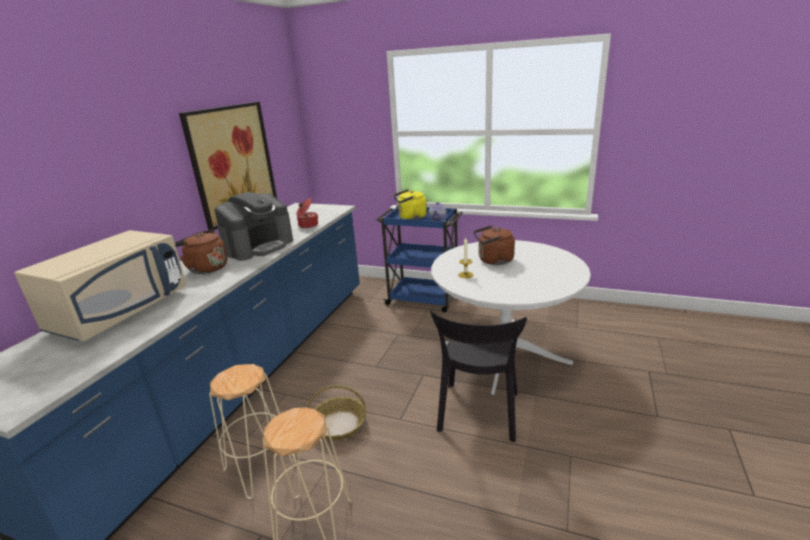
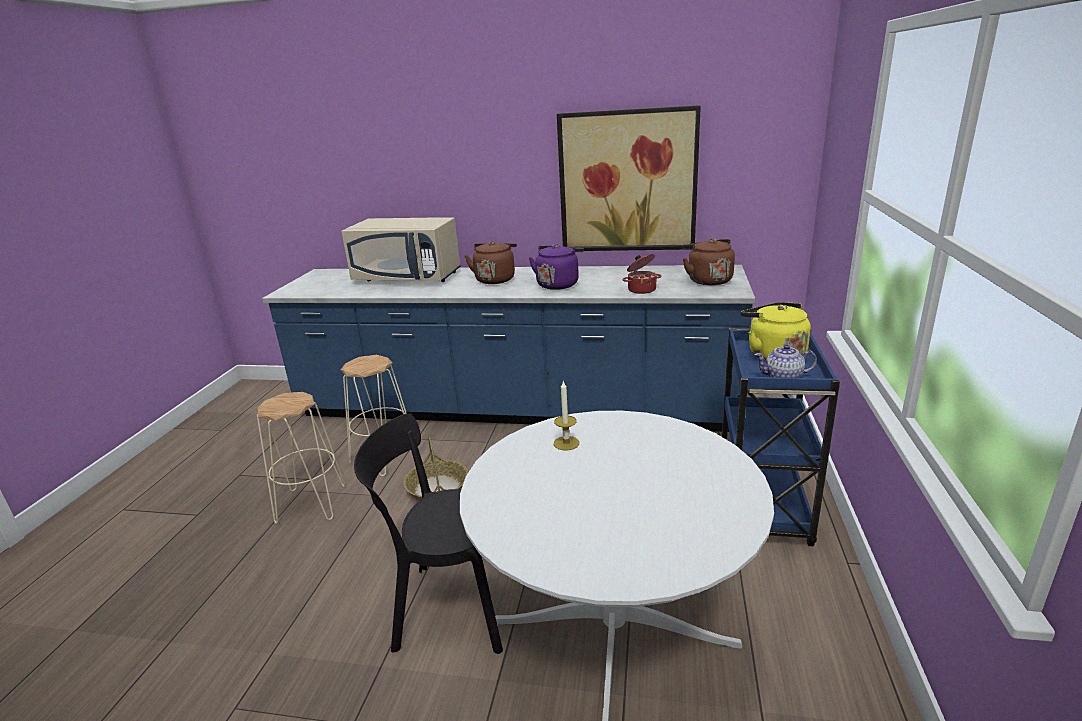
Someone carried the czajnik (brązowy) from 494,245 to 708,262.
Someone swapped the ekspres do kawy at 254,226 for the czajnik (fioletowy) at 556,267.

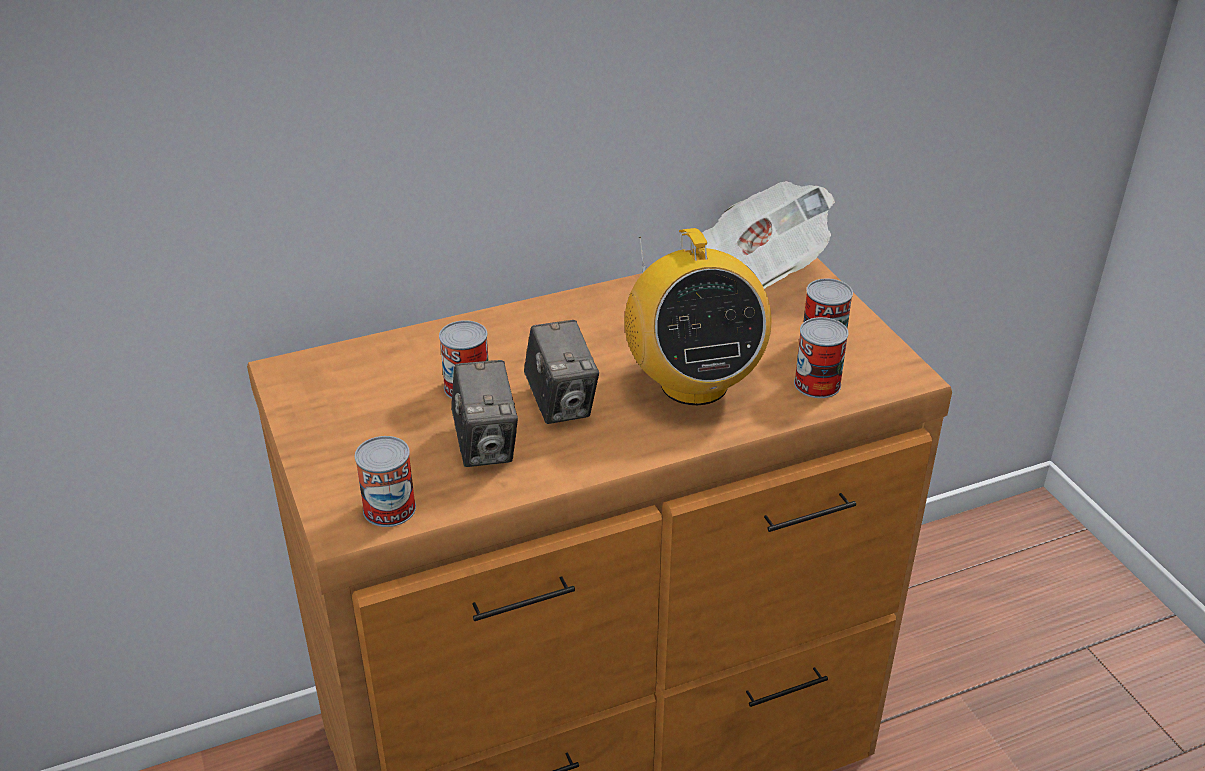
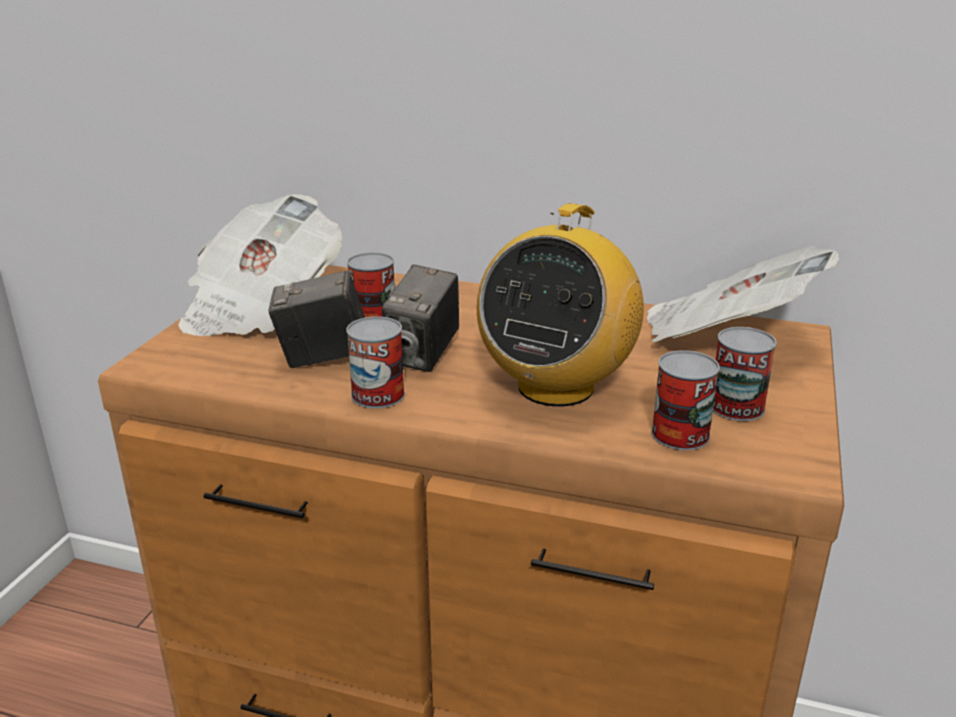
Someone put down the gazeta at 260,265.
Someone carried the puszka from 385,481 to 375,362.
Someone rotated the aparat fotograficzny at 484,413 by 60 degrees clockwise.

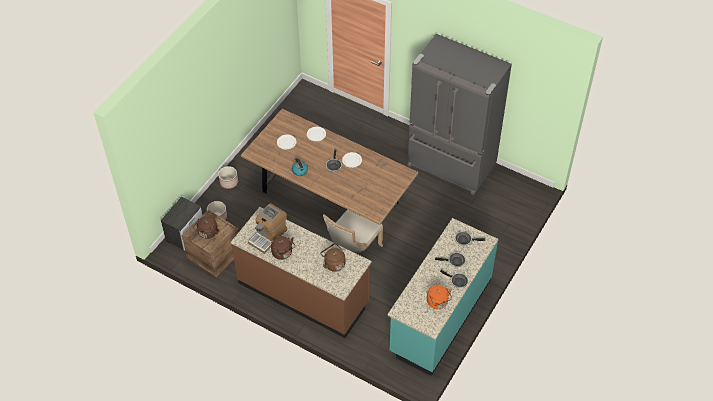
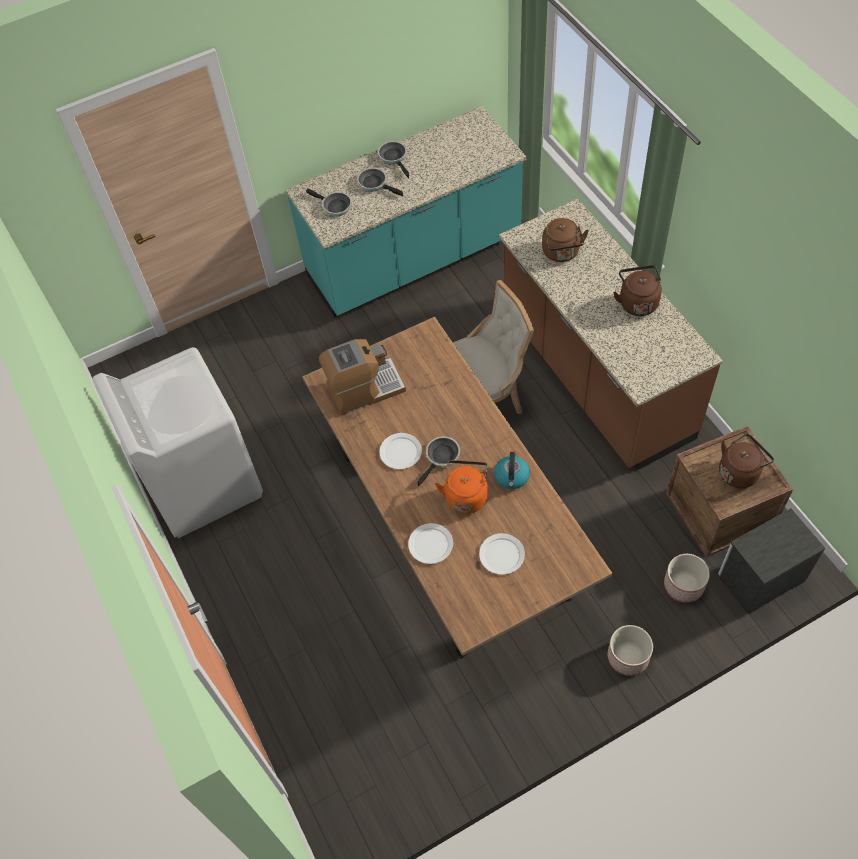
Someone carried the ekspres do kawy from 267,228 to 362,377.
Someone carried the czajnik (pomarańczowy) from 439,297 to 461,487.
Someone swapped the lodówka (szary) at 459,114 for the pralka (biały) at 177,442.

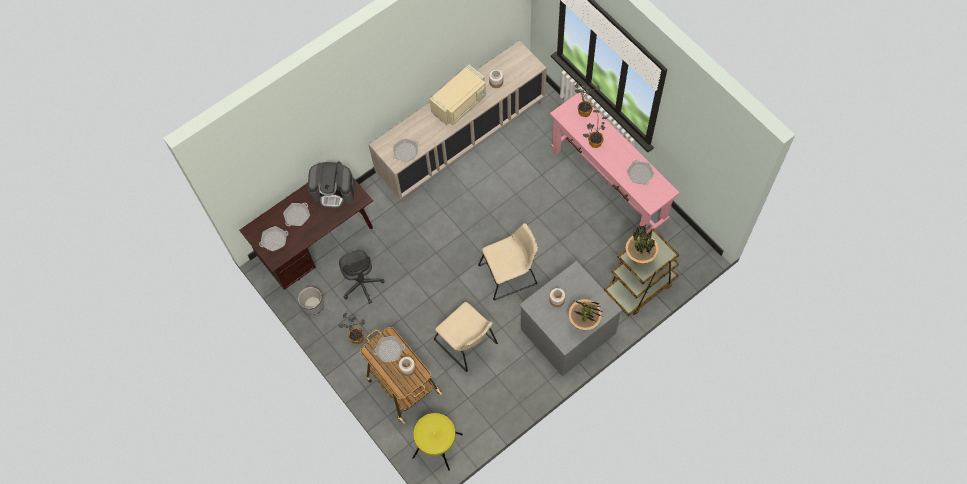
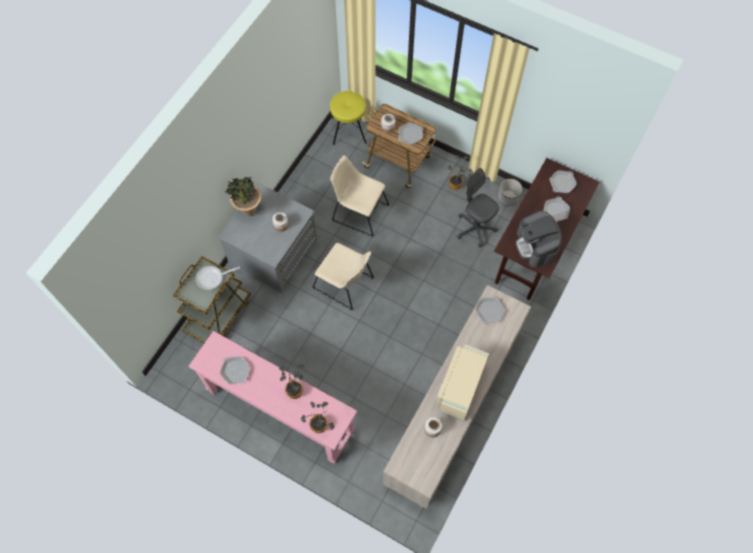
Someone swapped the roślina doniczkowa at 642,245 for the patelnia at 218,278.
Someone rotated the ekspres do kawy at 332,185 by 90 degrees counterclockwise.
Someone rotated the krzesło (beżowy) at 508,262 by 105 degrees counterclockwise.

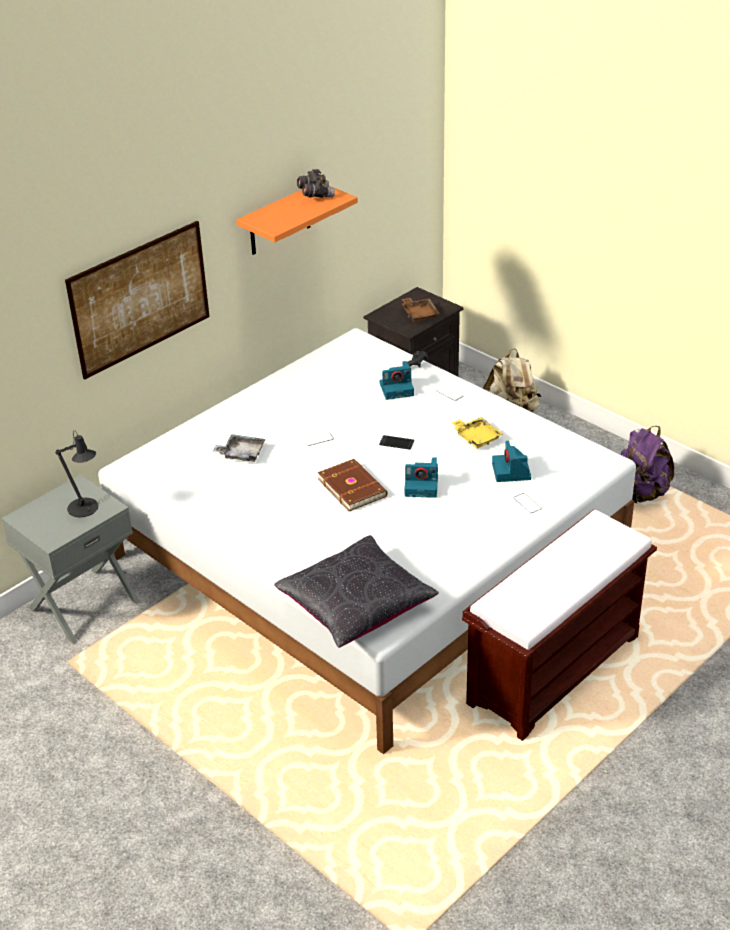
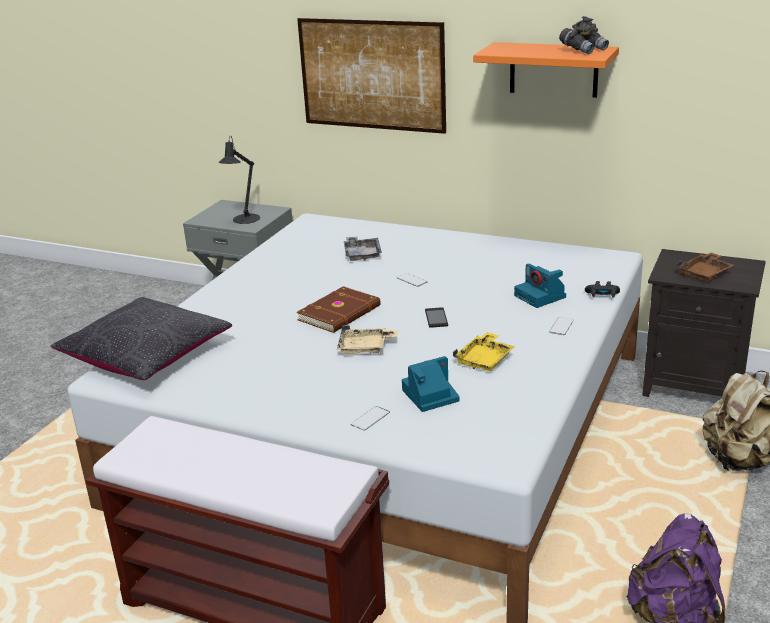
Someone swapped the aparat fotograficzny at 421,477 for the taca (beżowy) at 367,339.

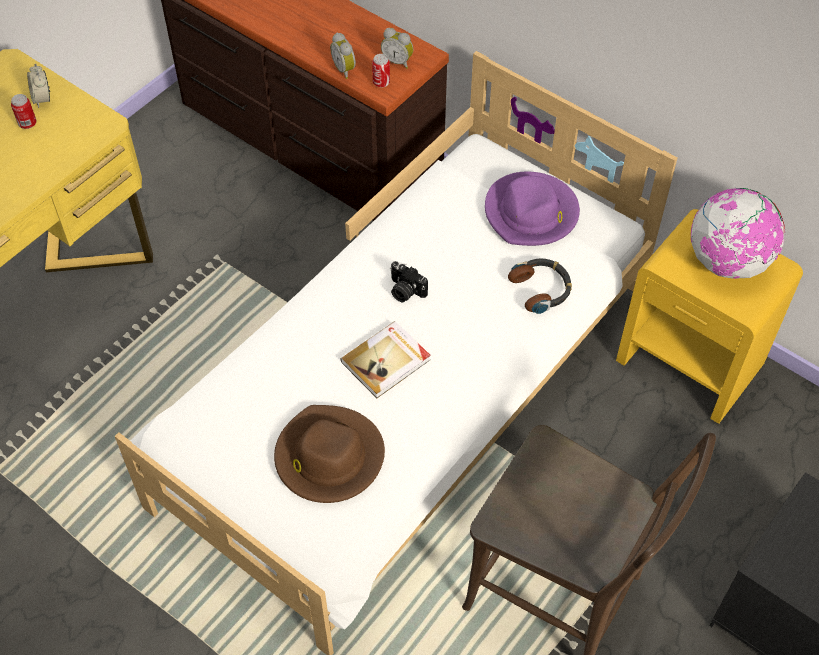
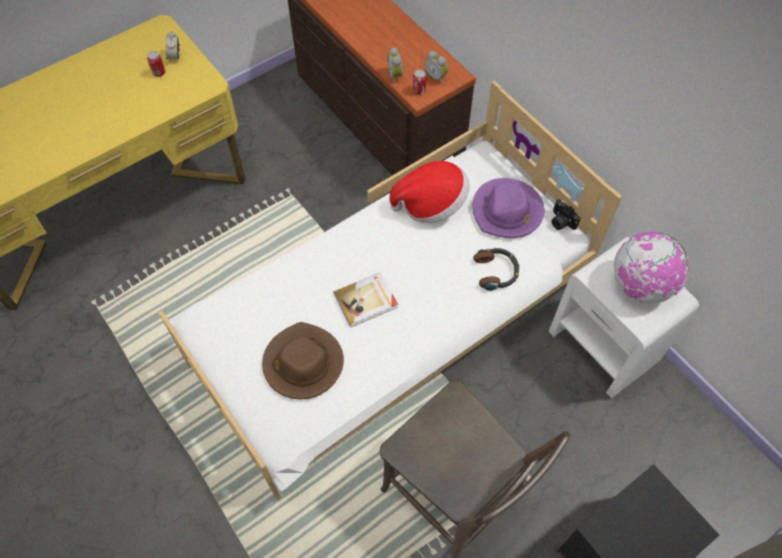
Someone put down the kapelusz at 430,192.
Someone carried the aparat fotograficzny from 409,282 to 566,214.
Someone repainted the szafka nocna (żółty) at 709,316, which became the szafka nocna (biały) at 624,318.

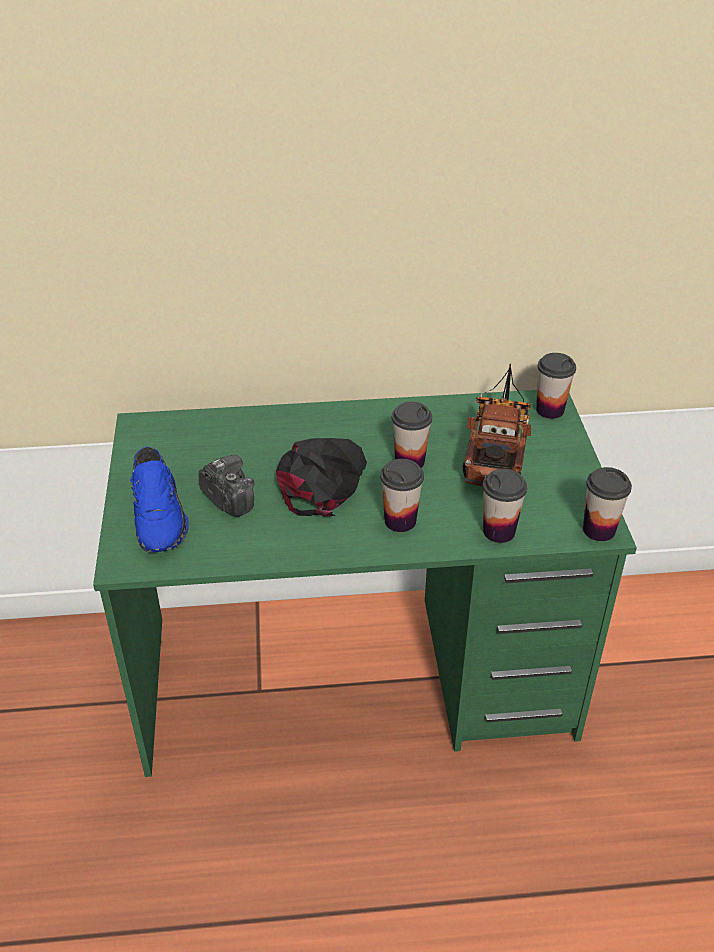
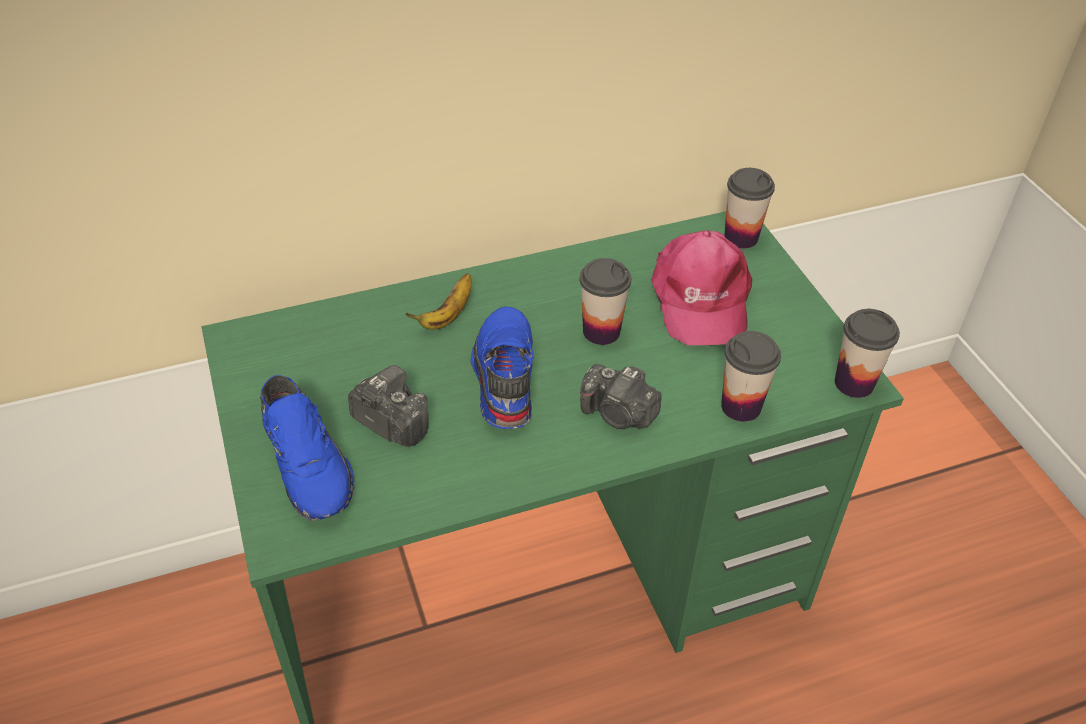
Someone put down the banan at 438,301.
Someone swapped the czapka z daszkiem (czarny) at 321,477 for the but (niebieski) at 502,367.
Someone swapped the filiżanka at 402,495 for the aparat fotograficzny at 621,396.
Someone swapped the ciężarówka zabawkowa at 497,424 for the czapka z daszkiem (różowy) at 701,287.

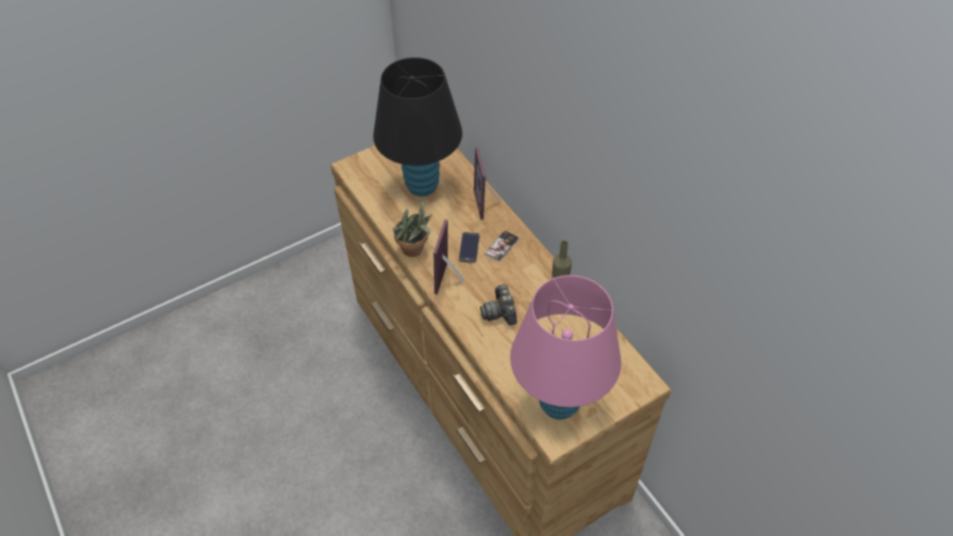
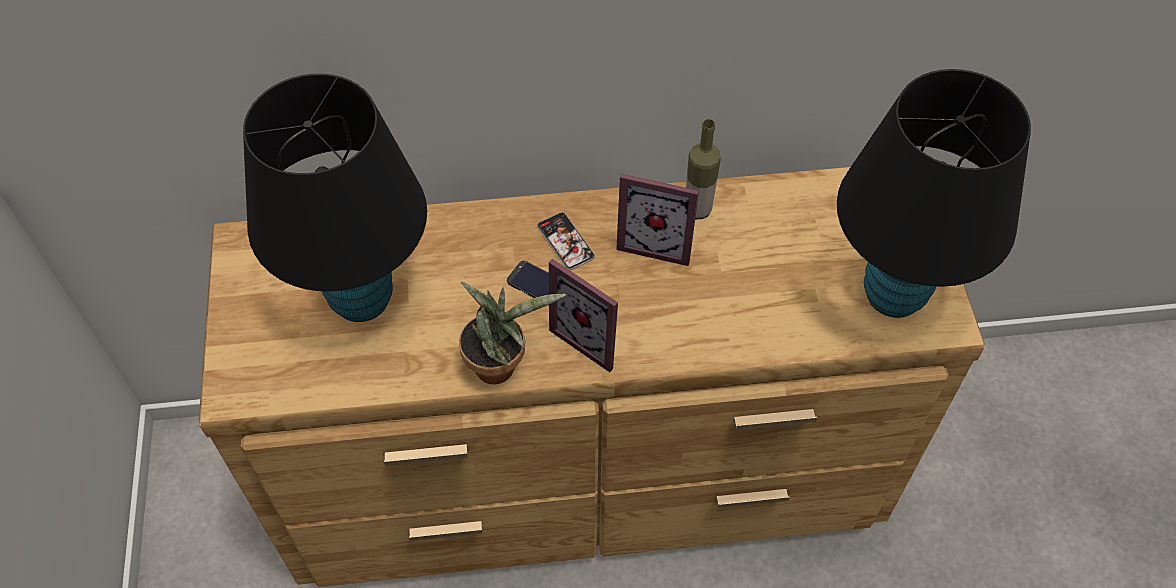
Someone took away the aparat fotograficzny at 498,304.
Someone carried the ramka na zdjęcie from 487,183 to 657,220.
Someone repainted the lampa stołowa (różowy) at 565,347, which became the lampa stołowa (czarny) at 934,193.

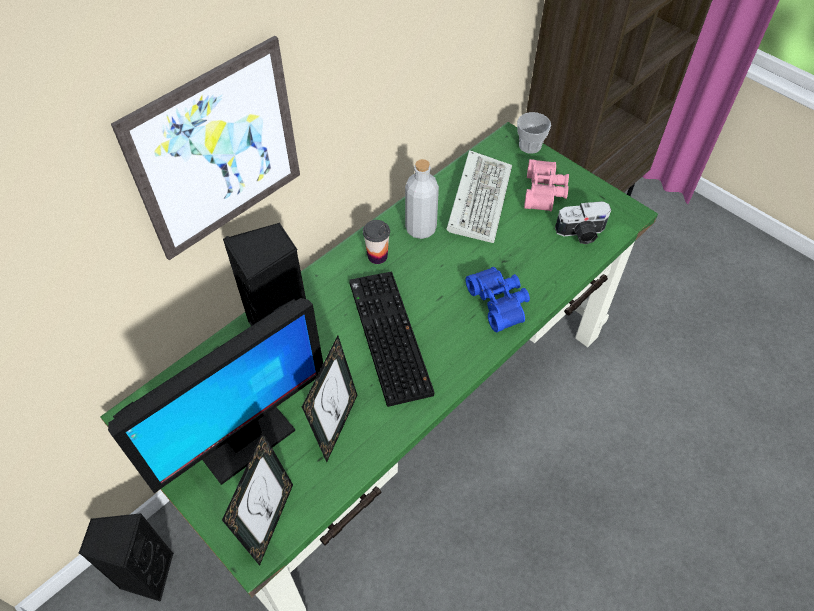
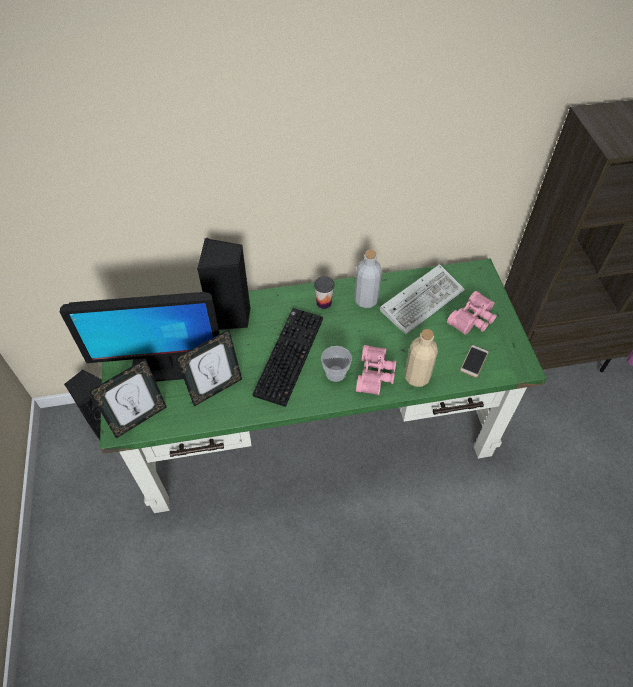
Someone took away the obraz at 205,148.
Someone put down the butelka (beżowy) at 421,358.
Someone carried the filiżanka from 534,133 to 336,364.
Someone swapped the aparat fotograficzny at 583,222 for the telefon at 474,361.
Someone repainted the lornetka (niebieski) at 498,299, which became the lornetka (różowy) at 376,370.

